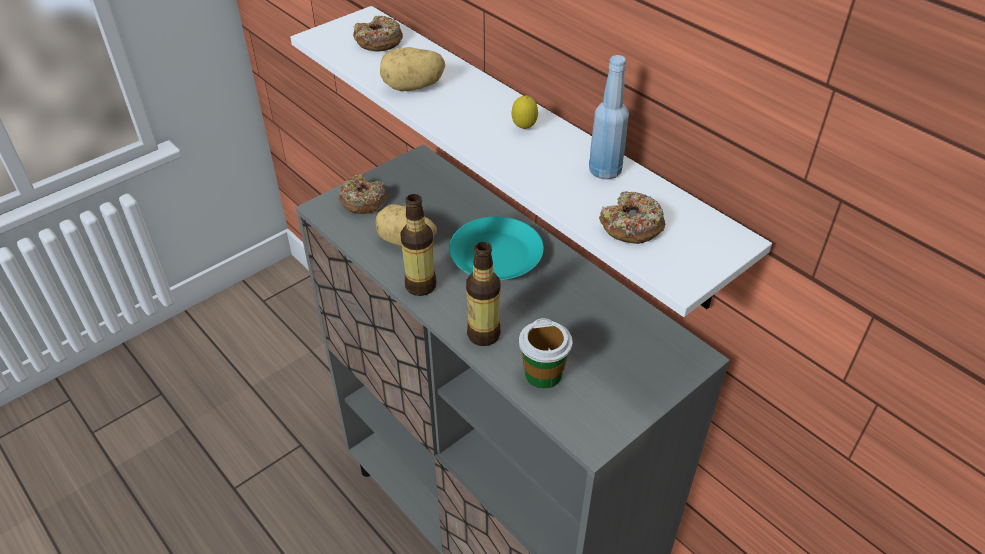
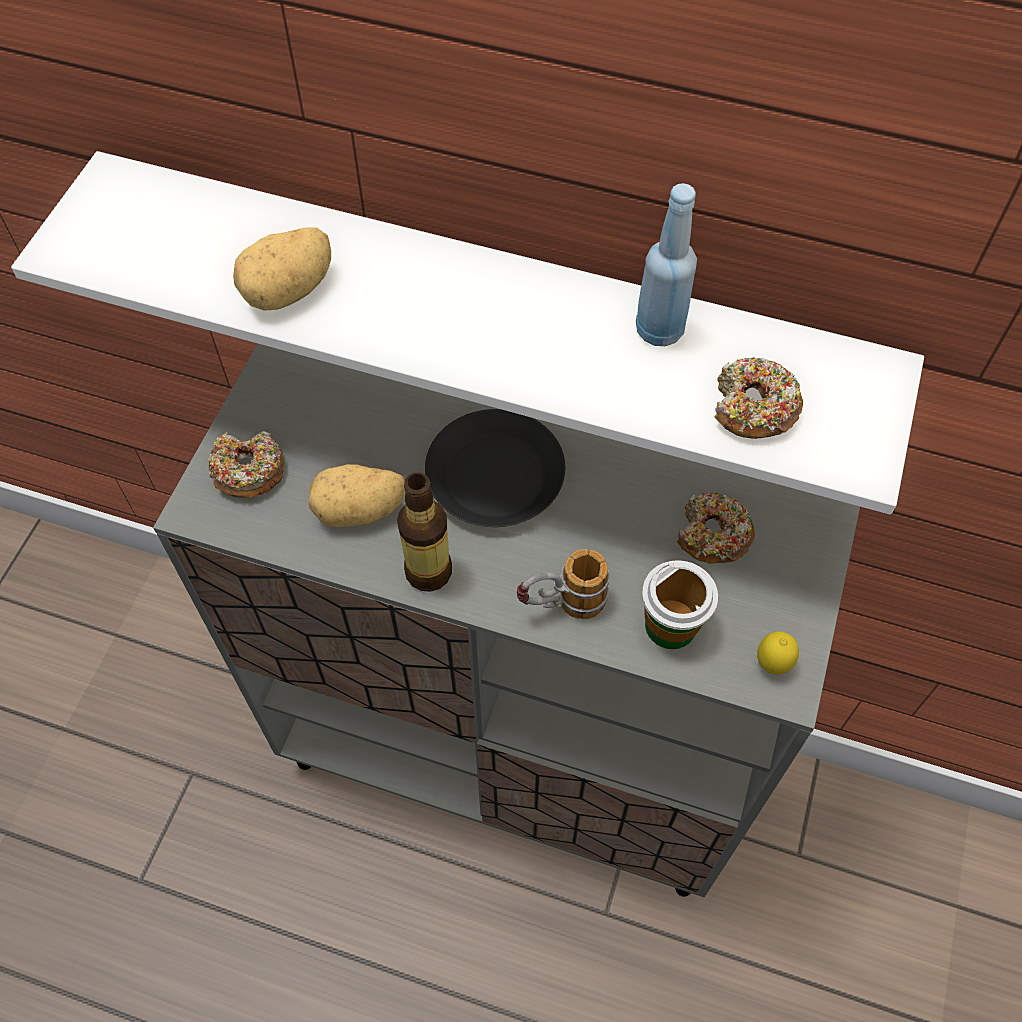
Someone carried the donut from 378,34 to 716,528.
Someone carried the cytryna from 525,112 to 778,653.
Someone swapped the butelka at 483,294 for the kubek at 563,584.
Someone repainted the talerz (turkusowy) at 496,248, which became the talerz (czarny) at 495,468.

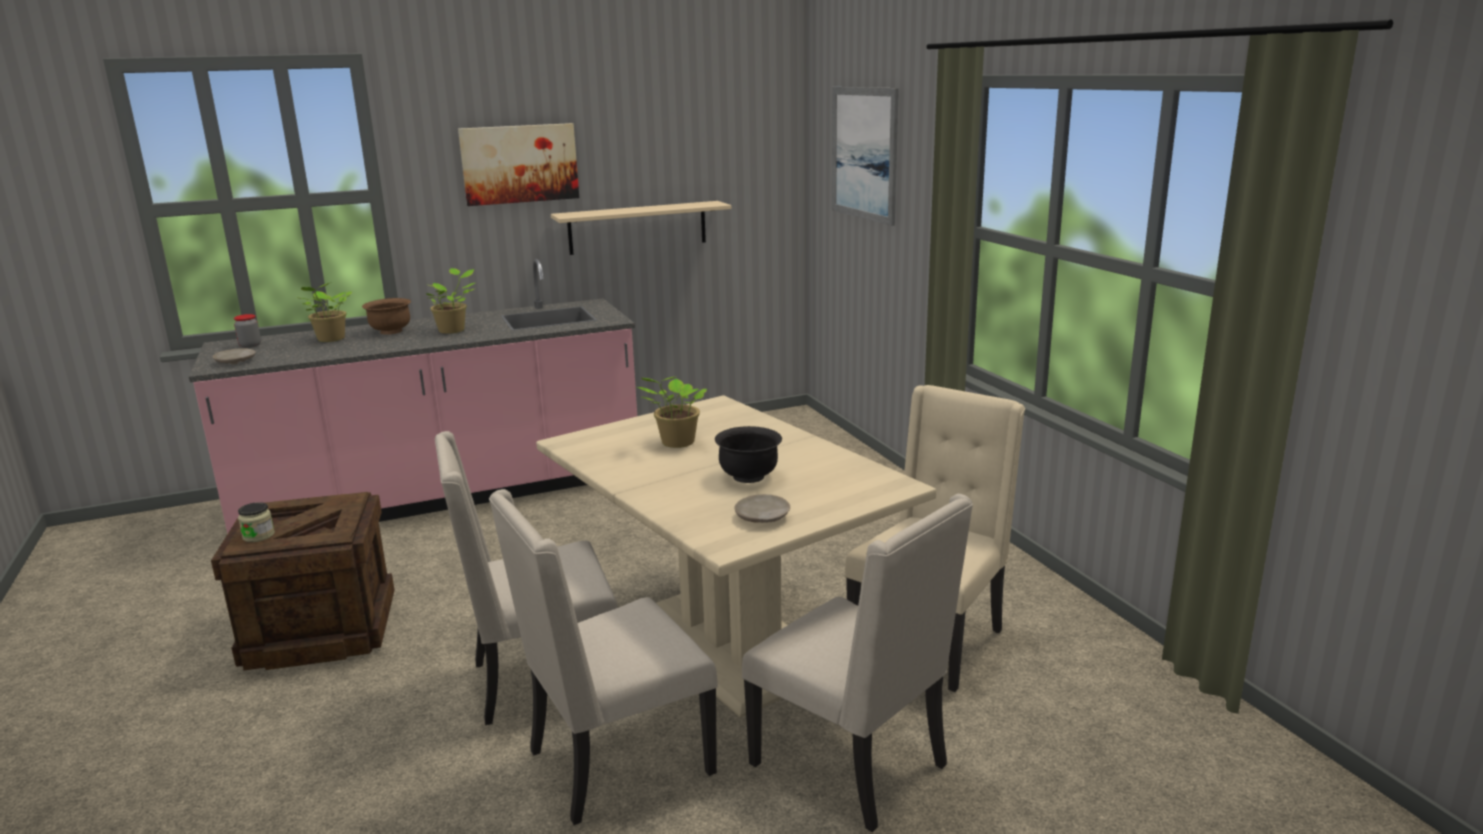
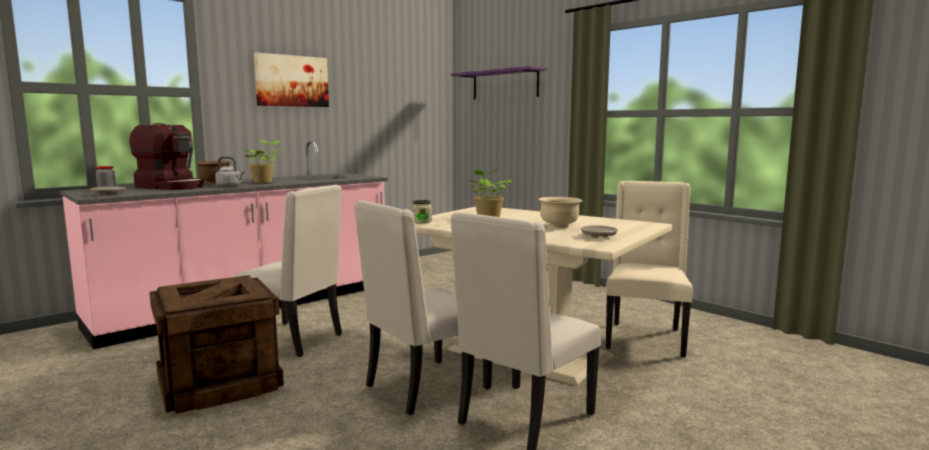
Someone took away the półka (beżowy) at 641,228.
Someone put down the czajnik (szary) at 230,172.
Someone carried the słoik from 256,522 to 422,211.
Someone carried the krzesło (beżowy) from 857,663 to 286,271.
Someone swapped the roślina doniczkowa at 323,312 for the ekspres do kawy at 166,156.
Someone swapped the obraz at 865,156 for the półka (fioletowy) at 499,83.
Someone repainted the miska (czarny) at 748,454, which became the miska (beżowy) at 560,212.

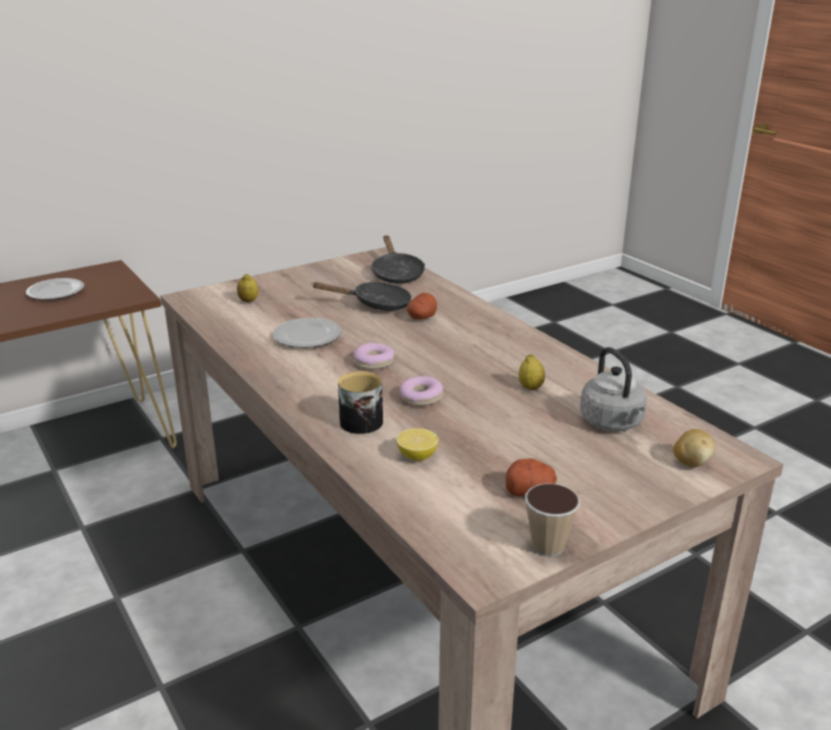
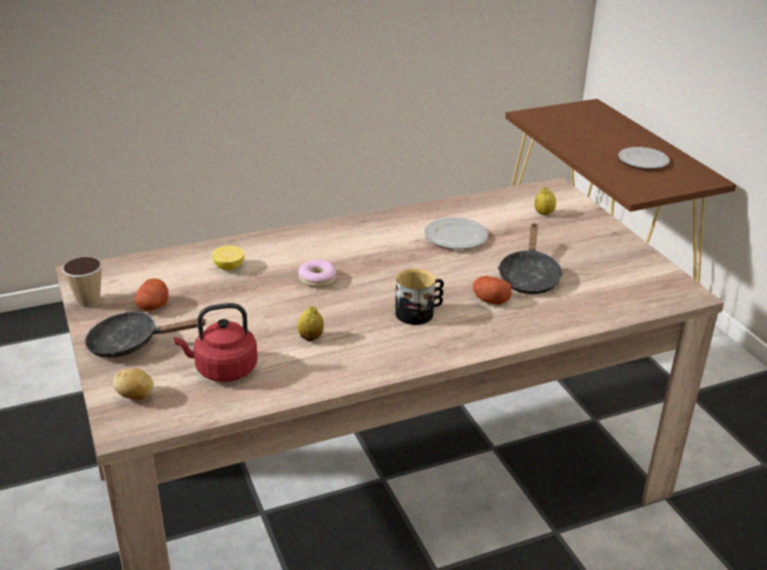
Someone took away the donut at 374,356.
Someone carried the kubek from 360,402 to 419,296.
Someone carried the patelnia (czarny) from 398,259 to 146,335.
Someone repainted the czajnik (szary) at 613,389, which became the czajnik (czerwony) at 215,342.

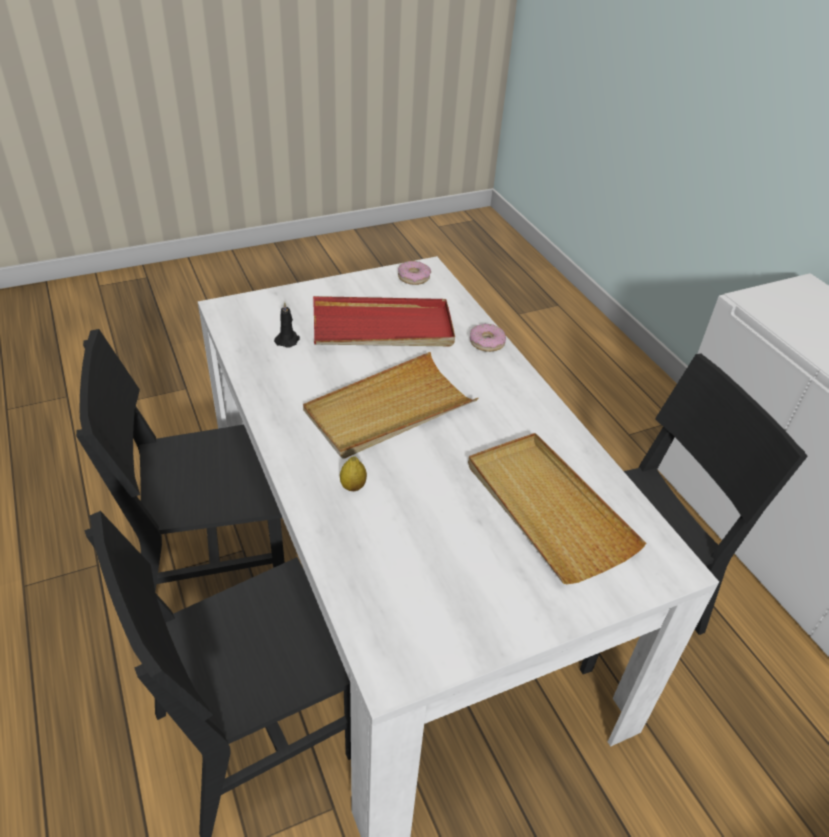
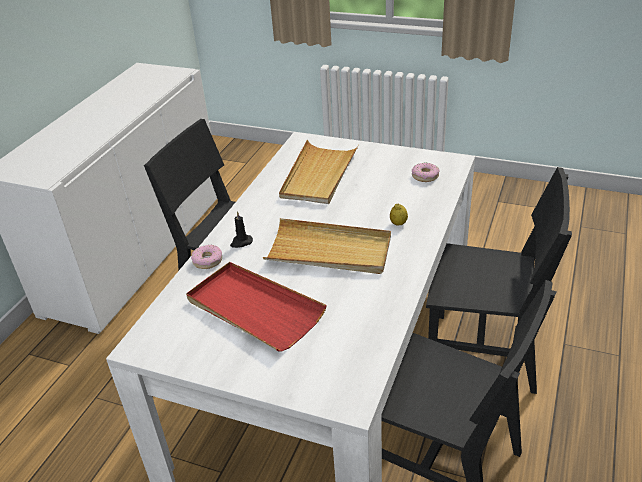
Someone carried the świeca (czarny) from 287,325 to 241,229.
Someone carried the donut from 414,273 to 426,172.

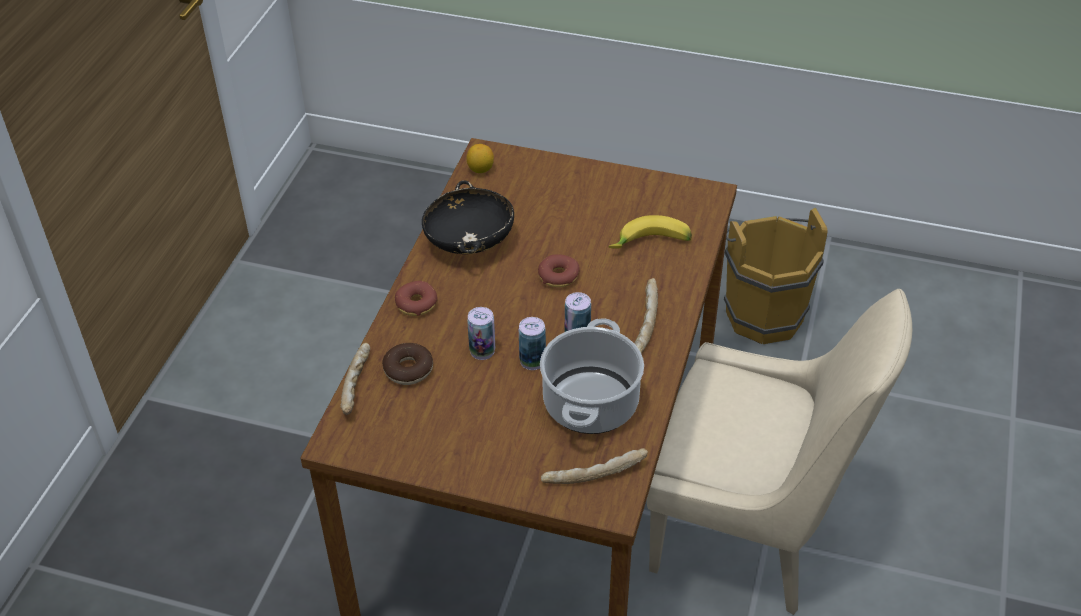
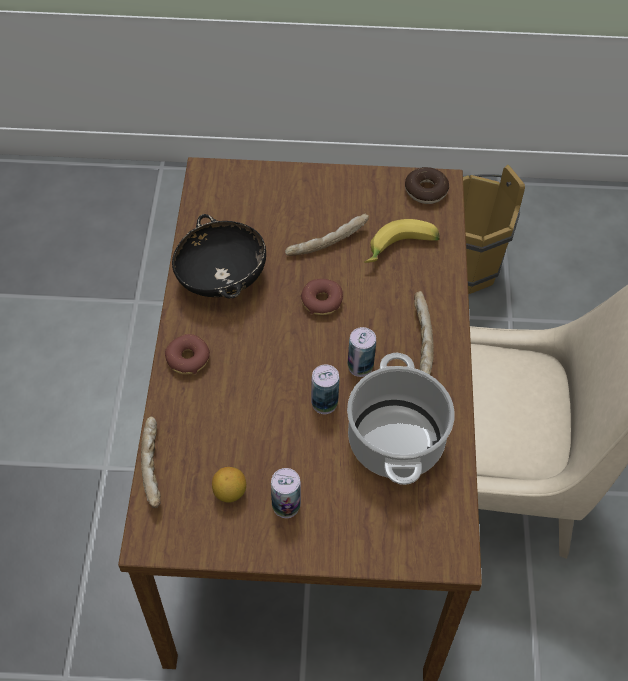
Someone carried the donut from 407,364 to 427,185.
Someone carried the cytryna from 480,158 to 229,485.
Someone carried the puszka from 481,333 to 286,493.
Someone carried the chleb from 594,466 to 327,235.

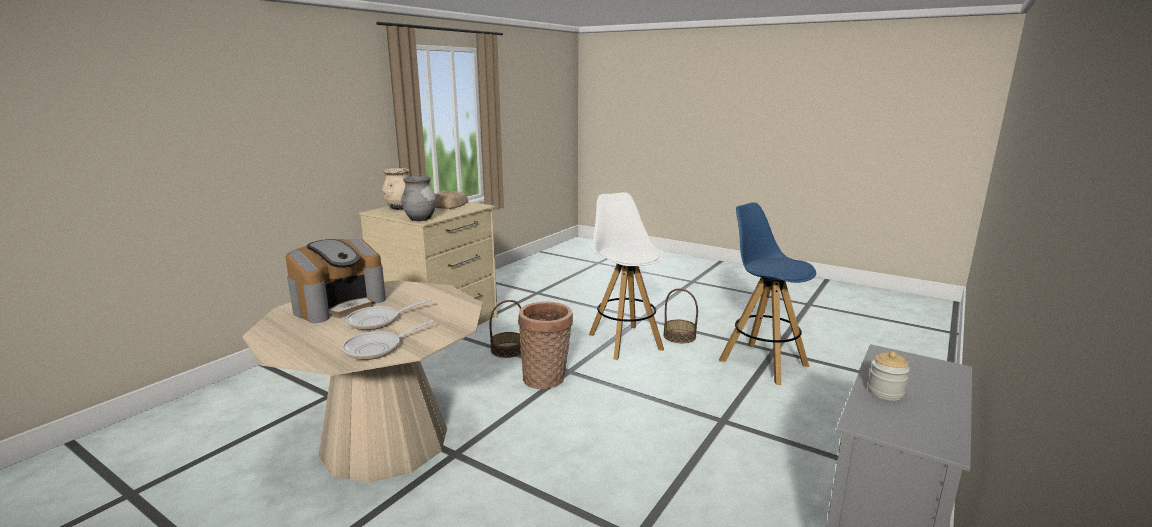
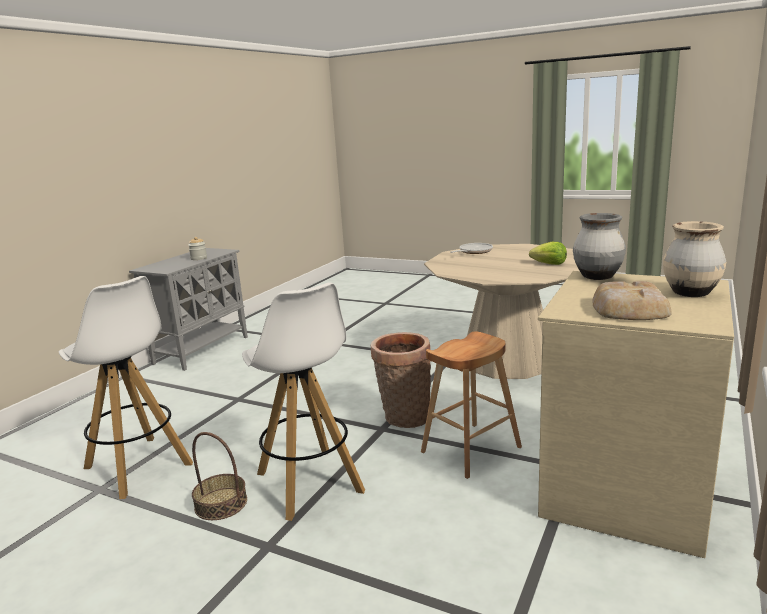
Someone took away the patelnia at 389,314.
Someone swapped the ekspres do kawy at 336,280 for the sałata at 548,253.
Someone swapped the koszyk at 505,329 for the stołek (brązowy) at 471,405.
Someone repainted the stołek (niebieski) at 767,293, which became the stołek (biały) at 126,387.

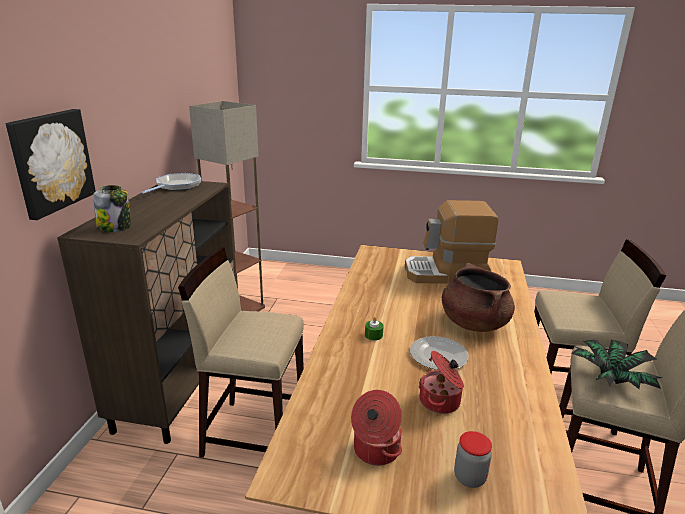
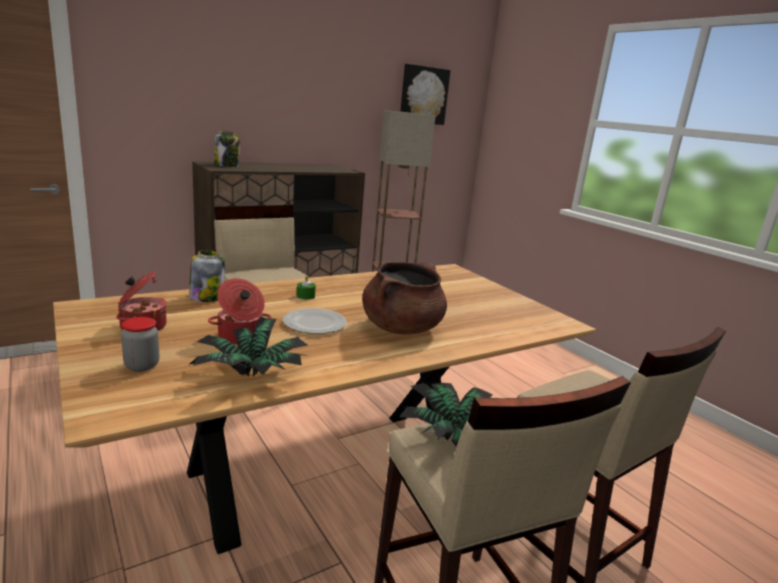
Someone took away the patelnia at 171,183.
Someone took away the ekspres do kawy at 451,242.
Someone put down the słoik at 207,276.
Someone put down the roślina doniczkowa at 249,347.
Someone carried the obraz from 51,164 to 425,94.

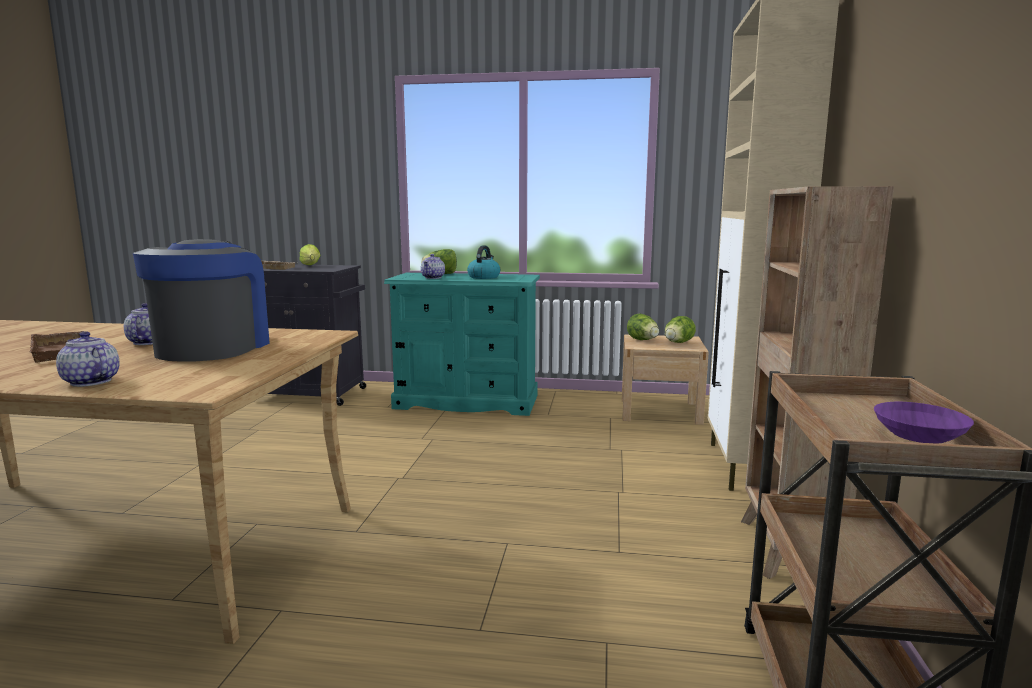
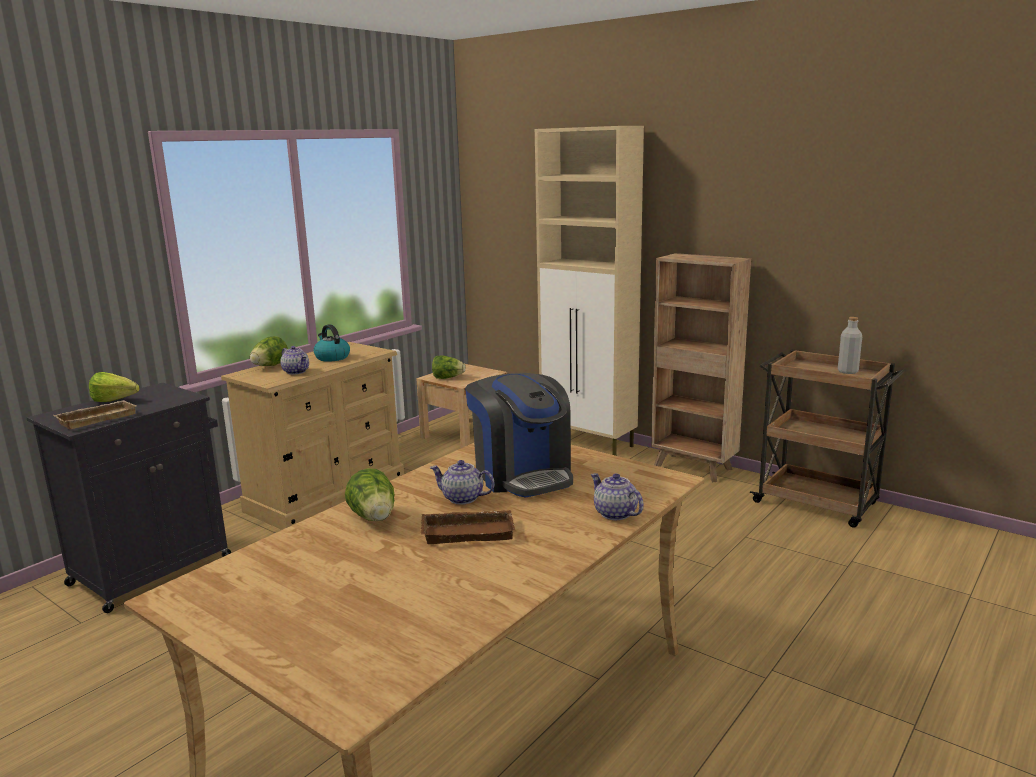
Someone carried the sałata from 680,329 to 370,494.
Someone swapped the miska (fioletowy) at 924,423 for the butelka (szary) at 850,345.
Someone repainted the komoda (turkusowy) at 462,344, which became the komoda (beżowy) at 312,436.
Someone rotated the imbryk at 88,359 by 75 degrees clockwise.
Someone rotated the ekspres do kawy at 201,300 by 150 degrees counterclockwise.

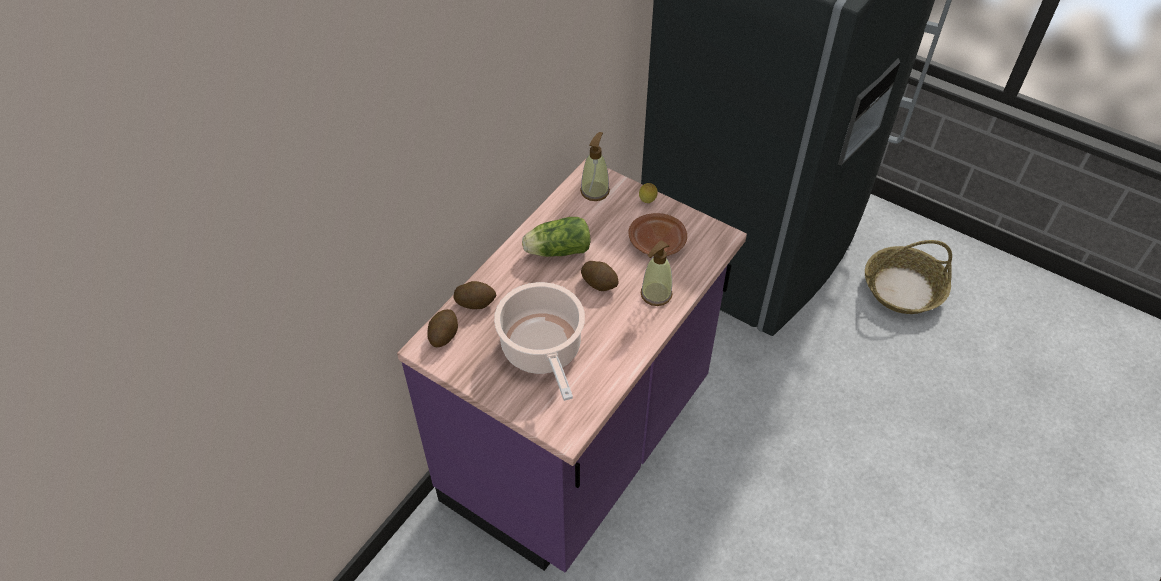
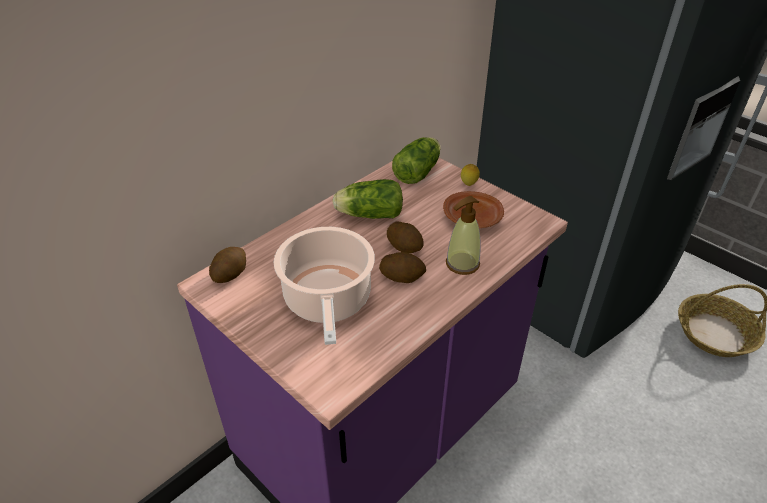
Someone carried the ziemniak from 474,295 to 402,267.
Someone swapped the dozownik mydła at 595,166 for the sałata at 416,160.

